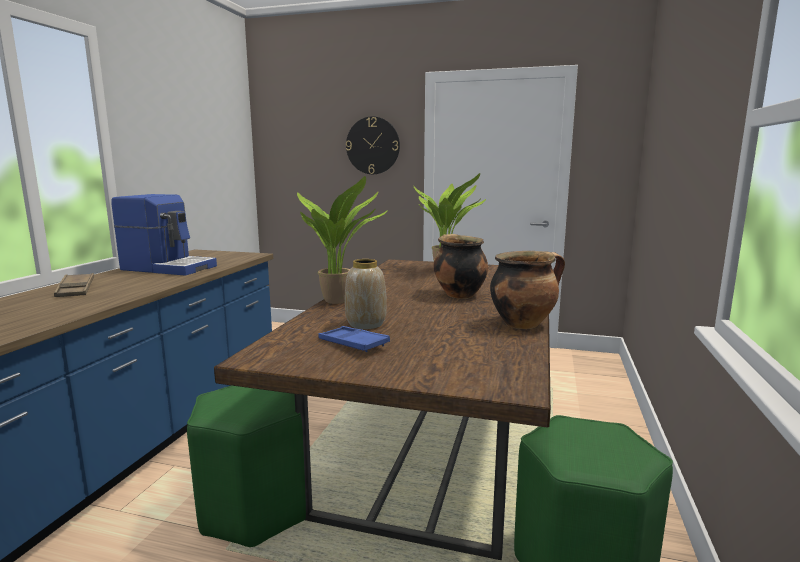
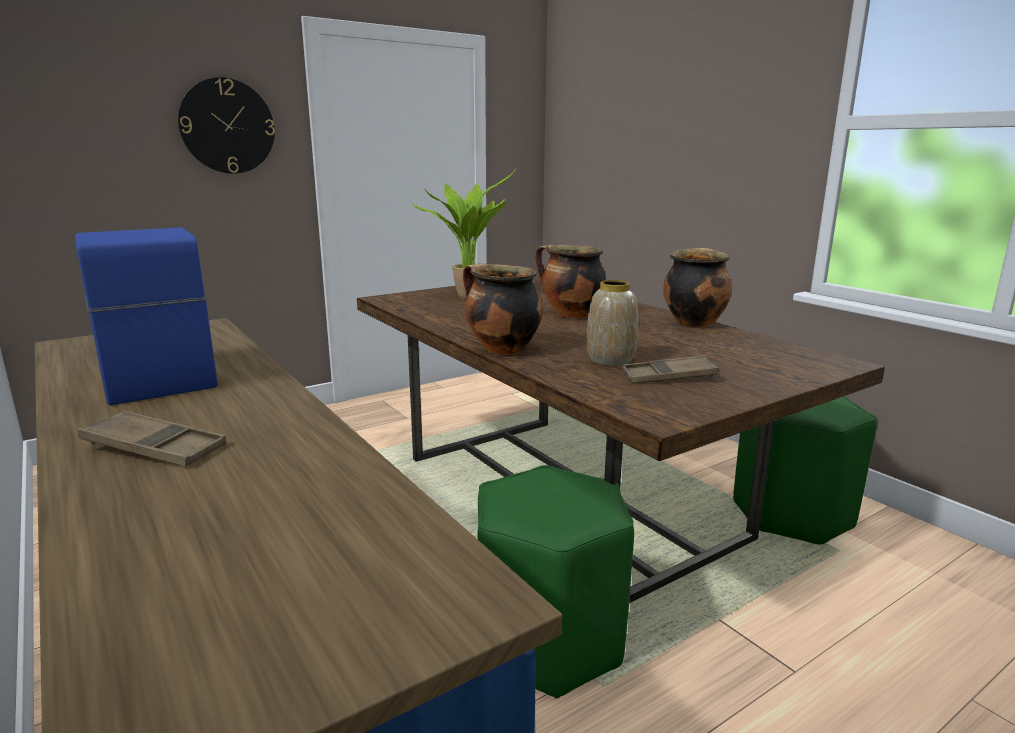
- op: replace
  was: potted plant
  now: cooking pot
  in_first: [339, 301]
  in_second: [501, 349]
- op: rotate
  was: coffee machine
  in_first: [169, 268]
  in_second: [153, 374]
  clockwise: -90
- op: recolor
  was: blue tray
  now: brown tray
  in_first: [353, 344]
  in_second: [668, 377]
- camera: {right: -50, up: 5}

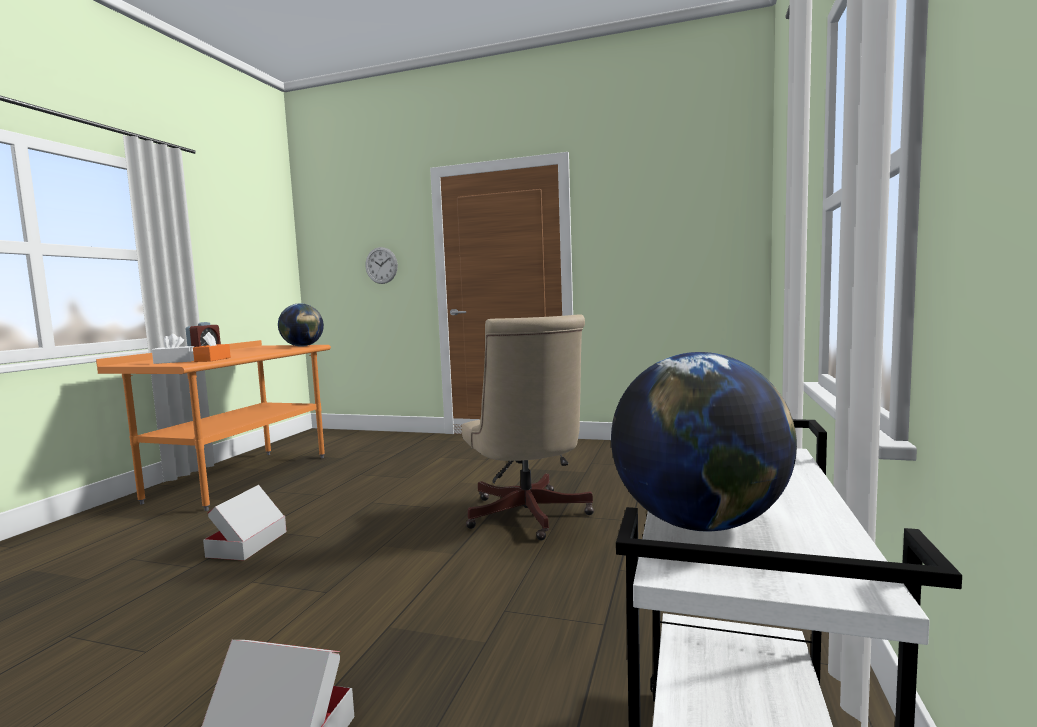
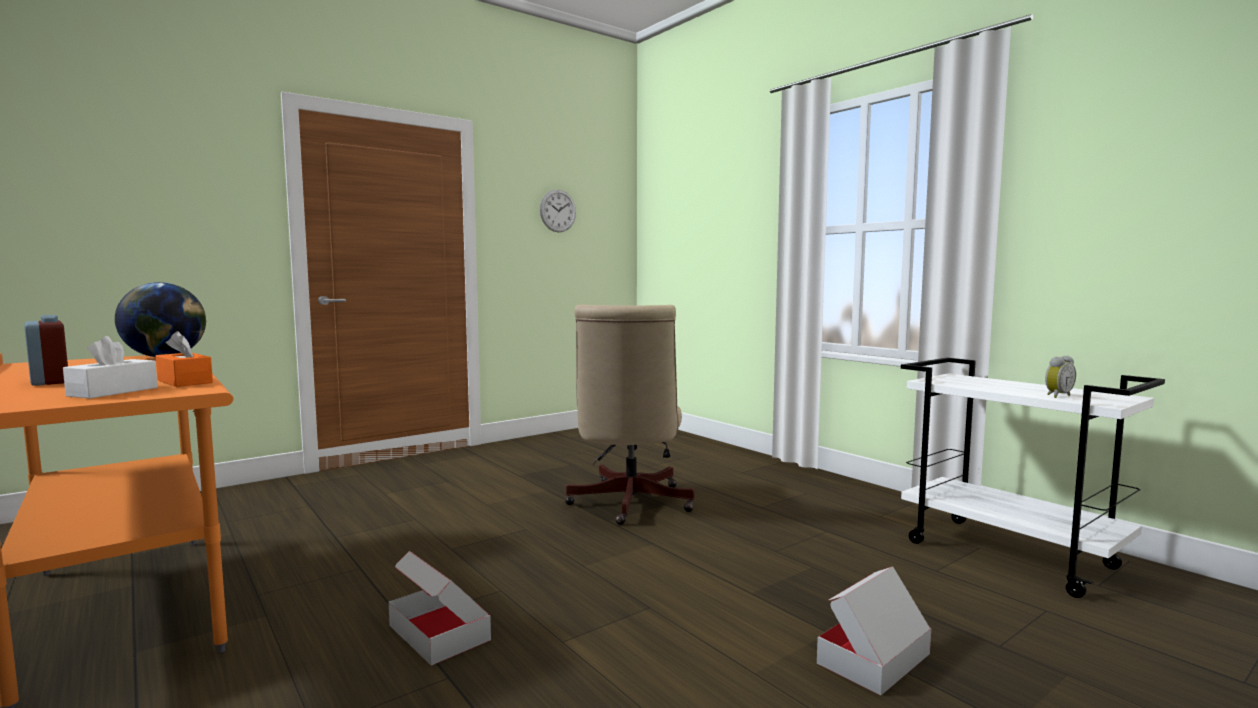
- op: move
  was: wall clock
  in_first: [381, 265]
  in_second: [558, 211]
- op: rotate
  was: beige office chair
  in_first: [528, 518]
  in_second: [628, 505]
  clockwise: 75
- op: replace
  was: globe
  now: alarm clock
  in_first: [699, 524]
  in_second: [1056, 396]
- camera: {right: -55, up: 0}

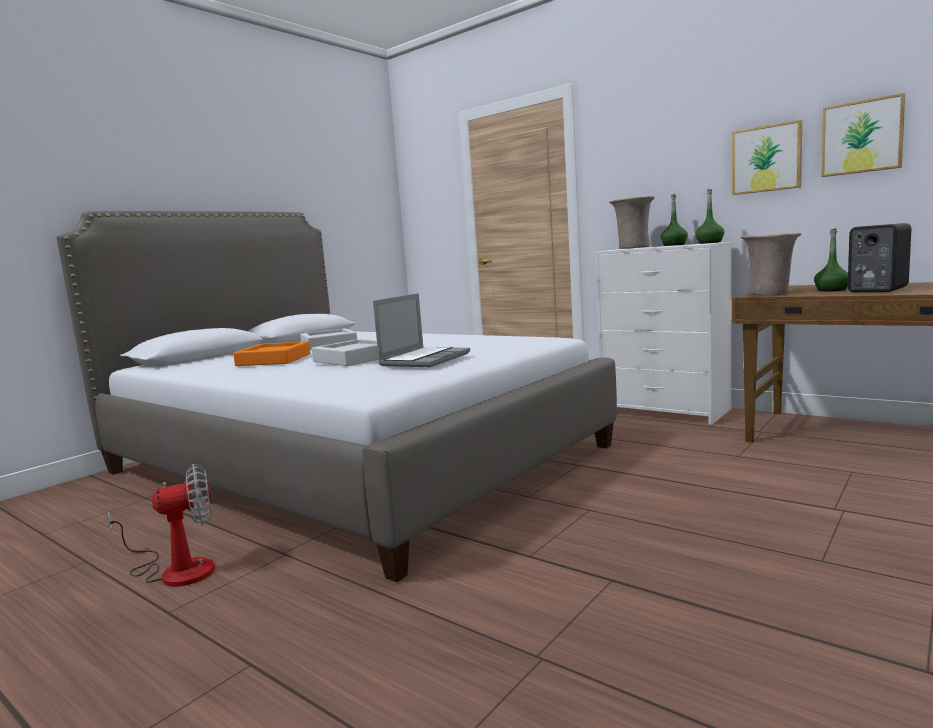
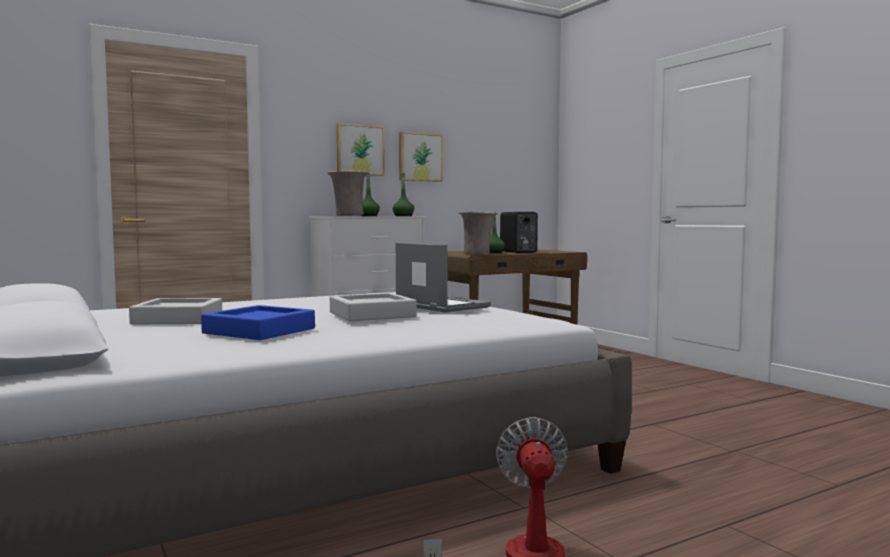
- op: move
  was: picture
  in_first: [862, 137]
  in_second: [359, 150]
- op: recolor
  was: orange tray
  now: blue tray
  in_first: [274, 360]
  in_second: [259, 331]
- camera: {right: -70, up: -5}

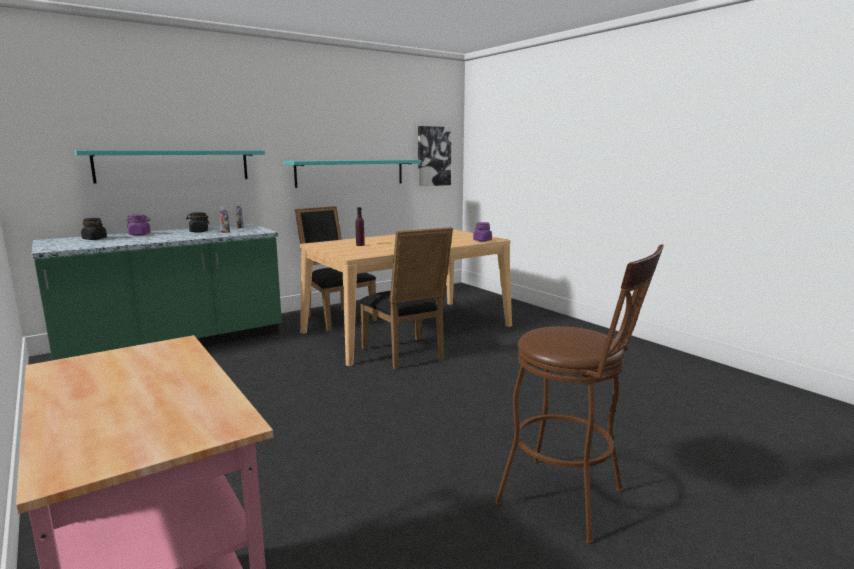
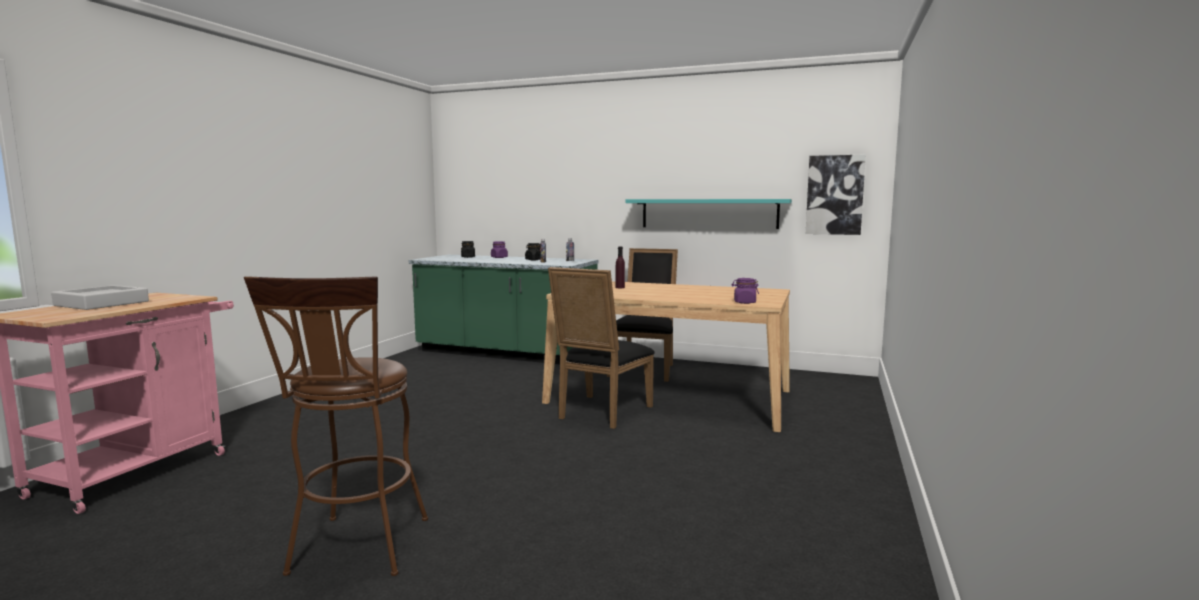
- op: delete
  was: turquoise shelf
  in_first: [174, 165]
- op: insert
  now: grey tray
  in_second: [102, 303]
- camera: {right: 55, up: -5}

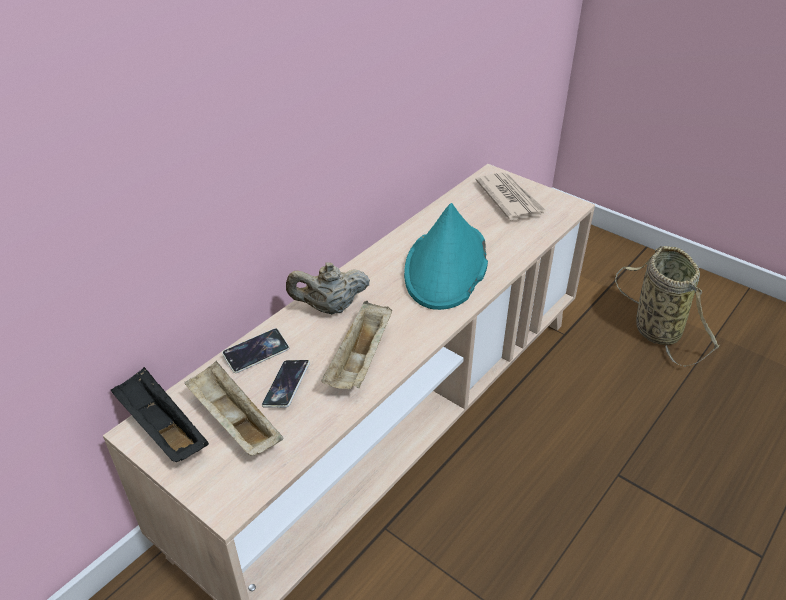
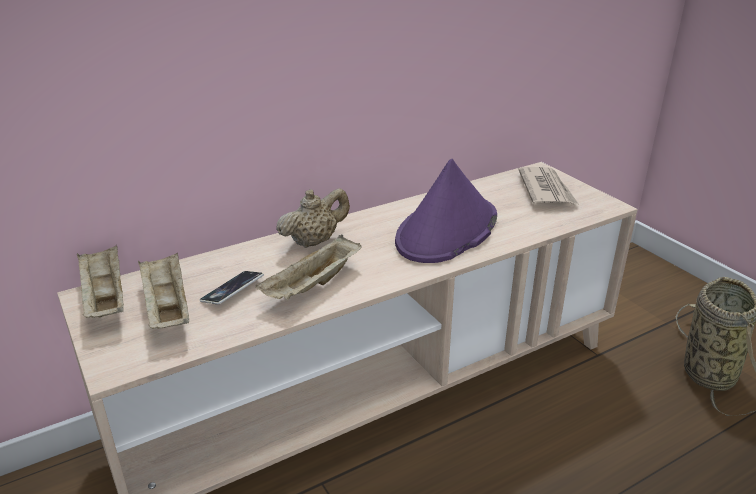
- op: recolor
  was: turquoise hat
  now: purple hat
  in_first: [446, 267]
  in_second: [447, 231]
- op: rotate
  was: beige teapot
  in_first: [330, 308]
  in_second: [314, 241]
  clockwise: 135
- op: delete
  was: phone
  in_first: [256, 353]
- op: recolor
  was: black tray
  now: beige tray
  in_first: [161, 429]
  in_second: [105, 298]
- camera: {right: 20, up: -10}

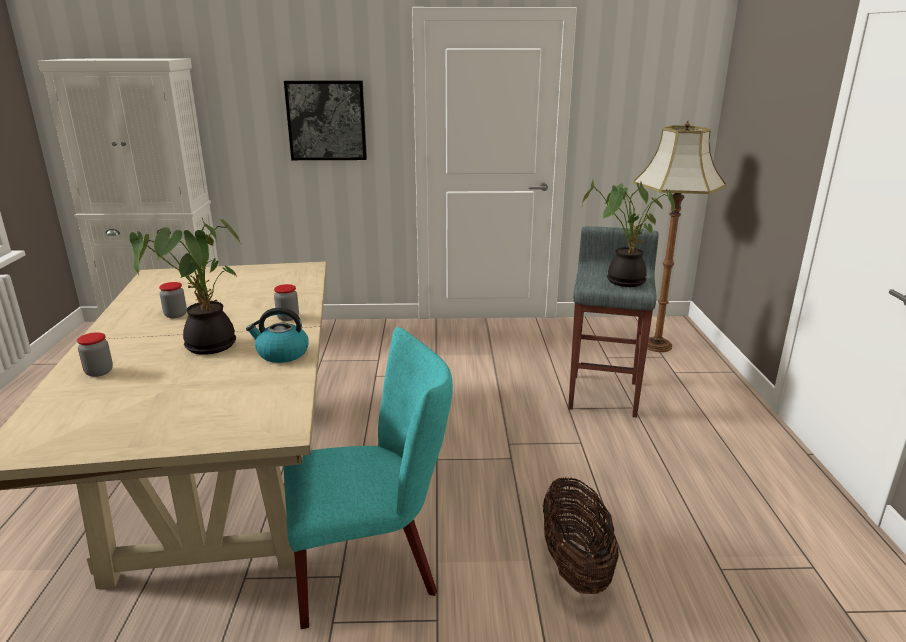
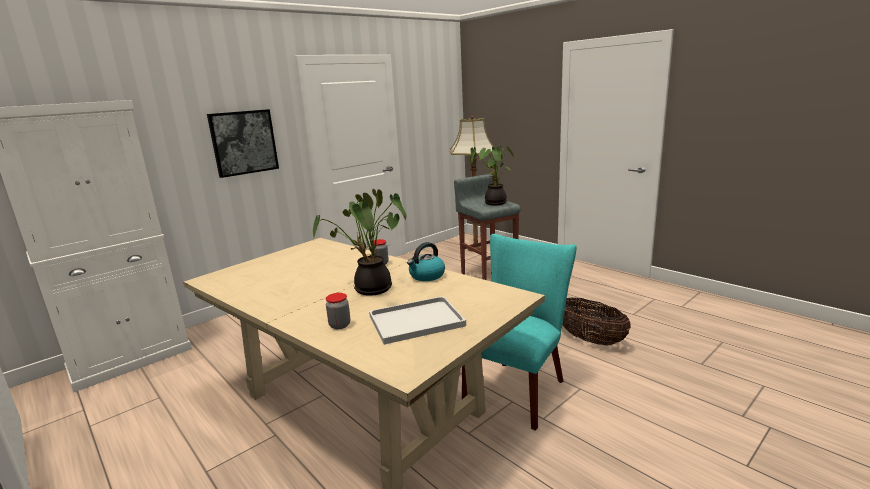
- op: delete
  was: jar
  in_first: [175, 315]
- op: insert
  now: white tray
  in_second: [417, 320]
- camera: {right: -40, up: -5}

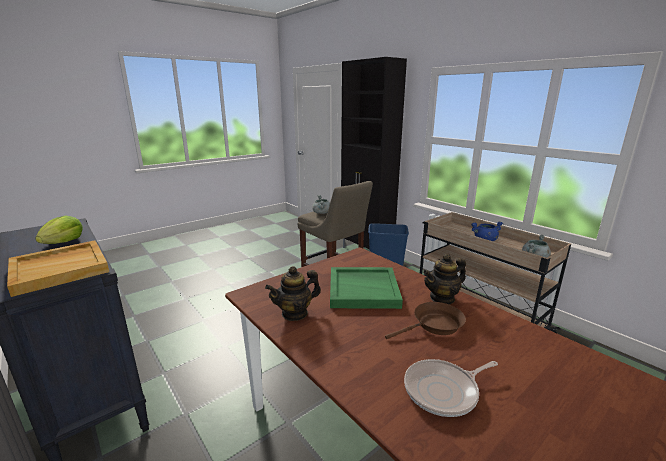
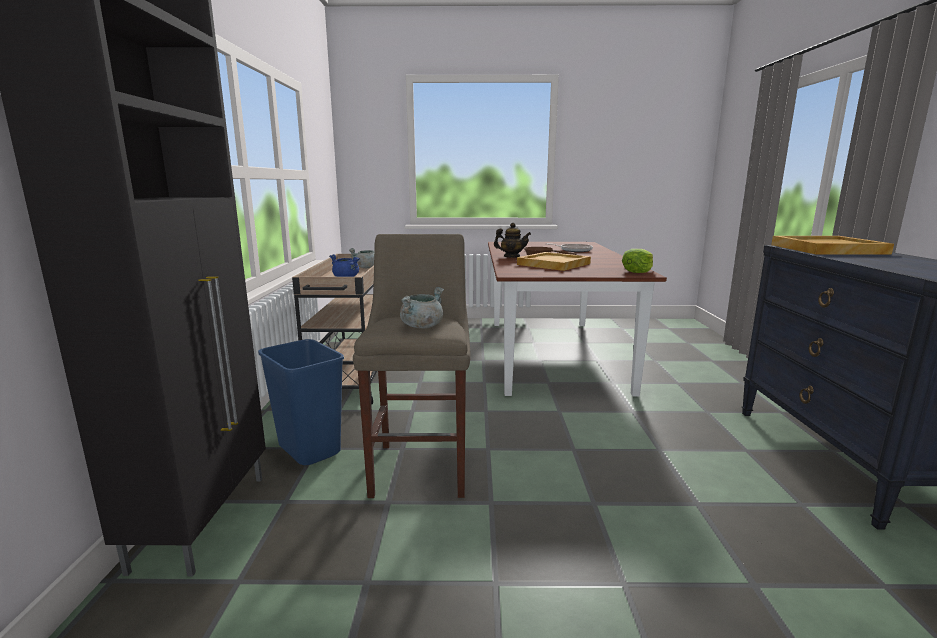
- op: move
  was: lettuce
  in_first: [63, 242]
  in_second: [637, 271]
- op: delete
  was: teapot
  in_first: [295, 313]
- op: recolor
  was: green tray
  now: beige tray
  in_first: [364, 289]
  in_second: [553, 264]
- camera: {right: -140, up: -5}

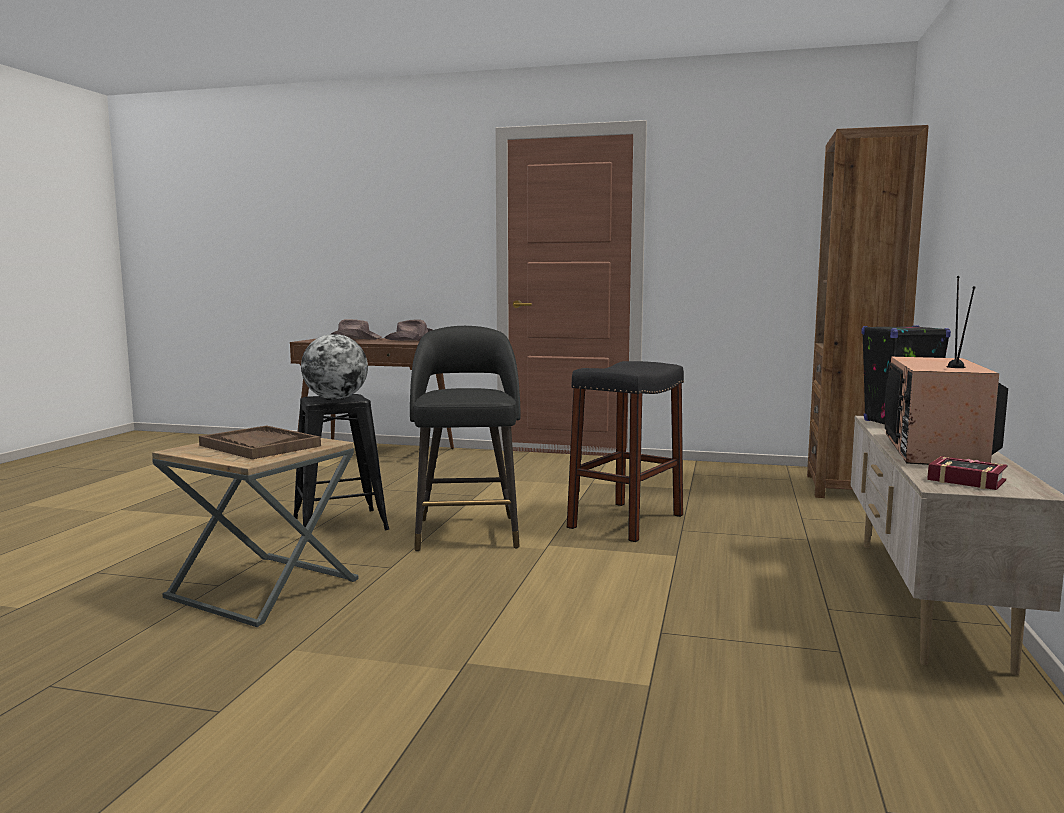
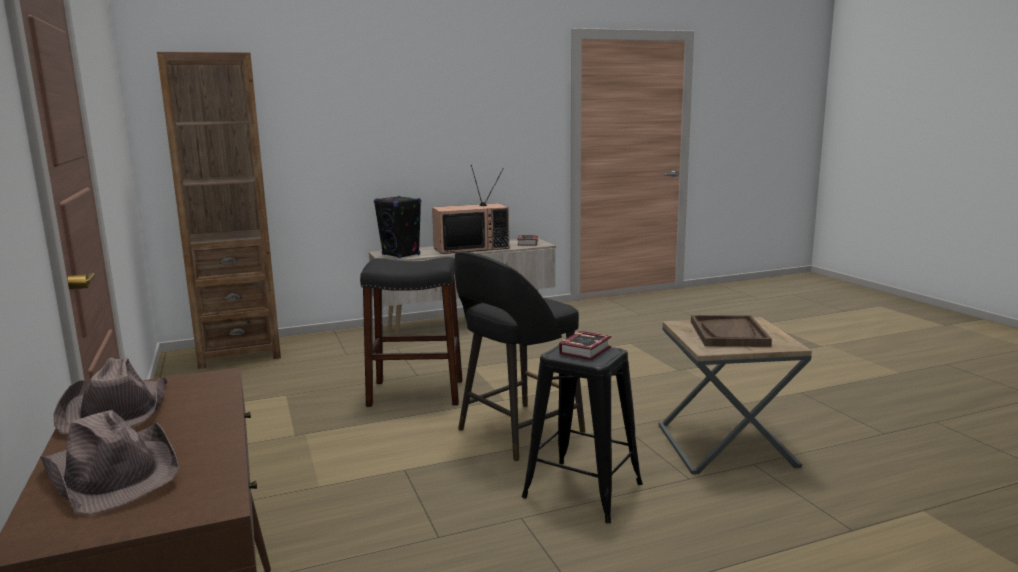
- op: replace
  was: globe
  now: book
  in_first: [336, 399]
  in_second: [587, 350]
- camera: {right: -125, up: 5}

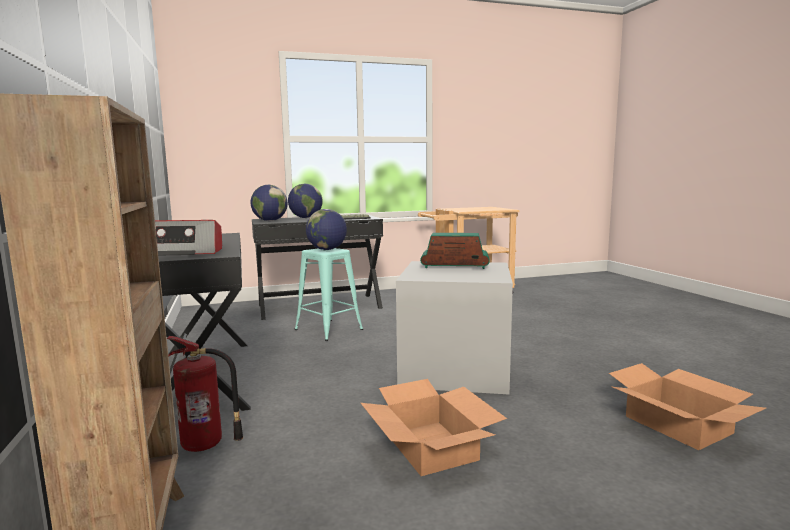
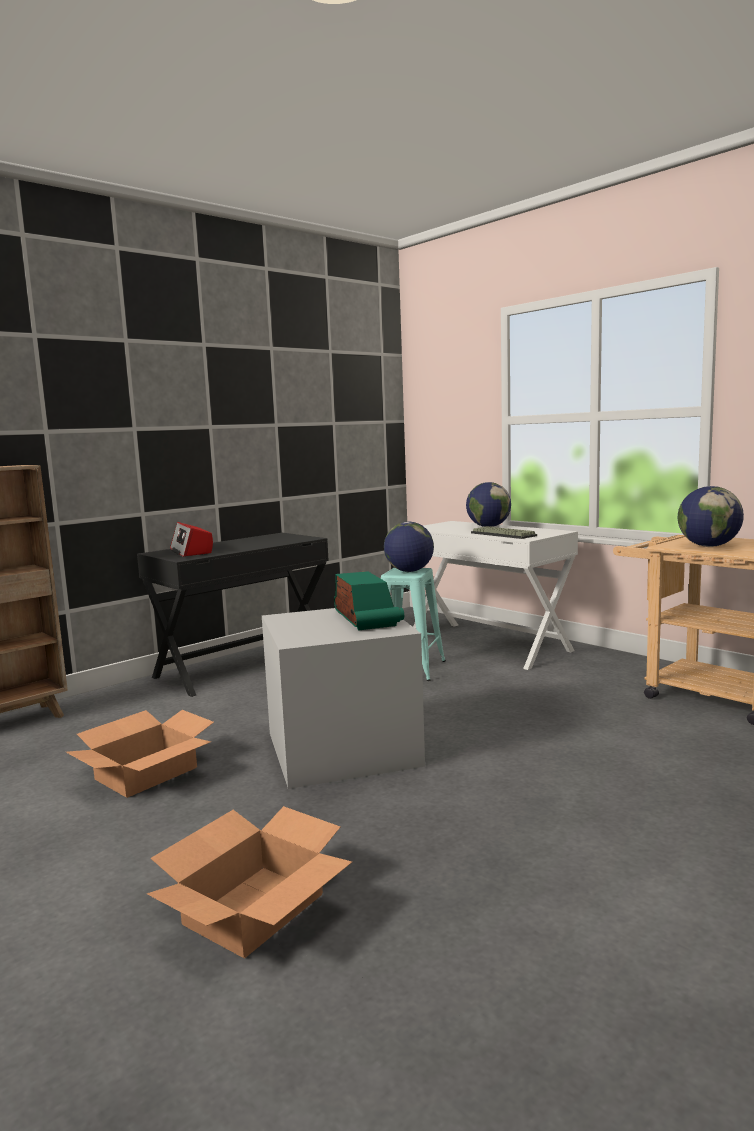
- op: move
  was: globe
  in_first: [270, 221]
  in_second: [708, 546]
- op: recolor
  was: black desk
  now: white desk
  in_first: [319, 306]
  in_second: [488, 644]
- op: delete
  was: fire extinguisher
  in_first: [205, 445]
- camera: {right: 65, up: 0}

